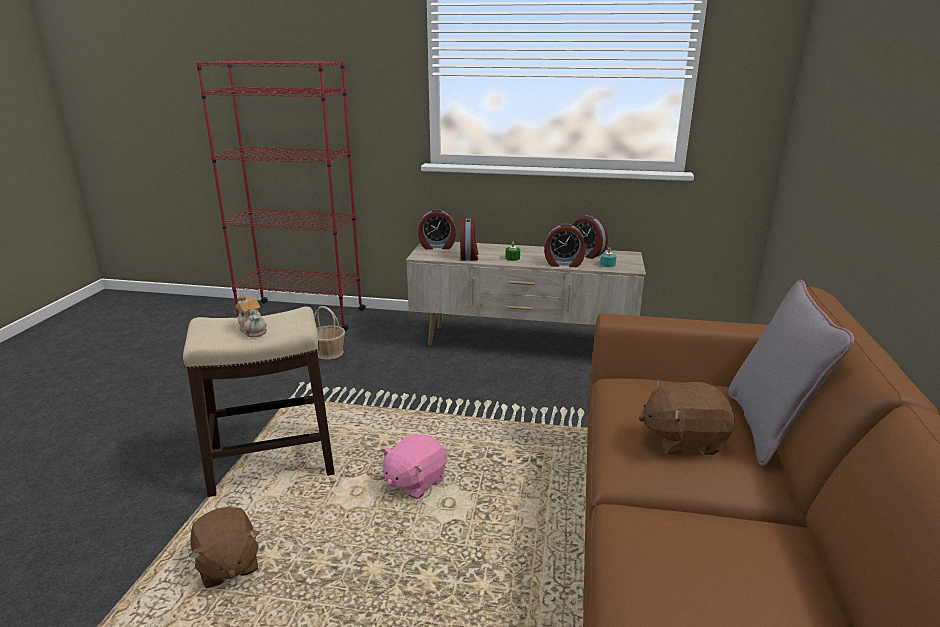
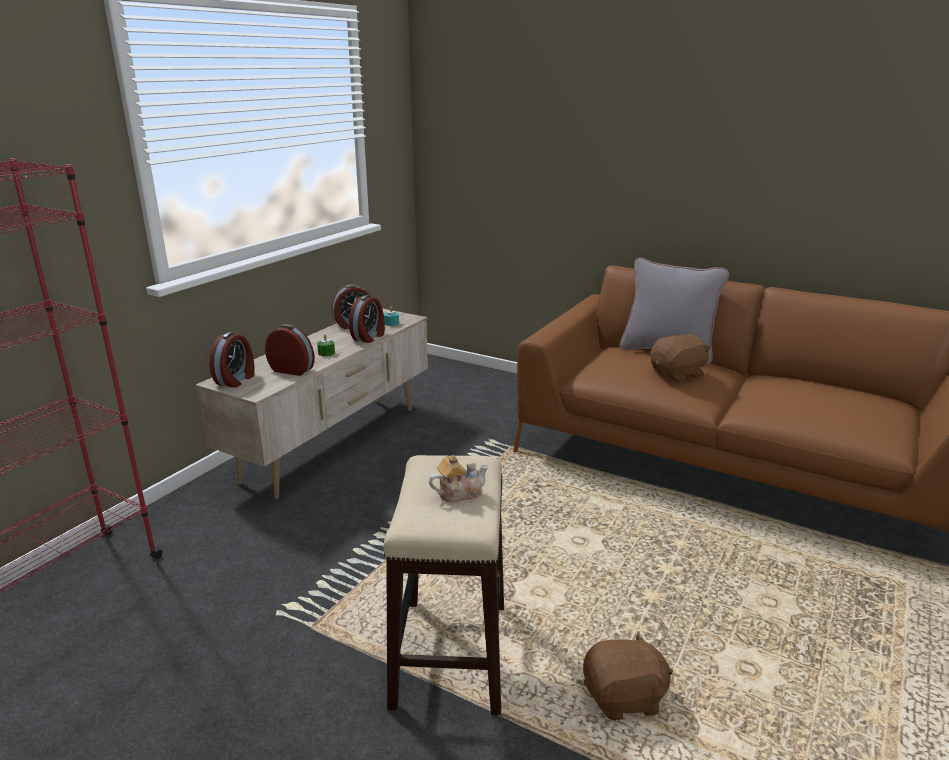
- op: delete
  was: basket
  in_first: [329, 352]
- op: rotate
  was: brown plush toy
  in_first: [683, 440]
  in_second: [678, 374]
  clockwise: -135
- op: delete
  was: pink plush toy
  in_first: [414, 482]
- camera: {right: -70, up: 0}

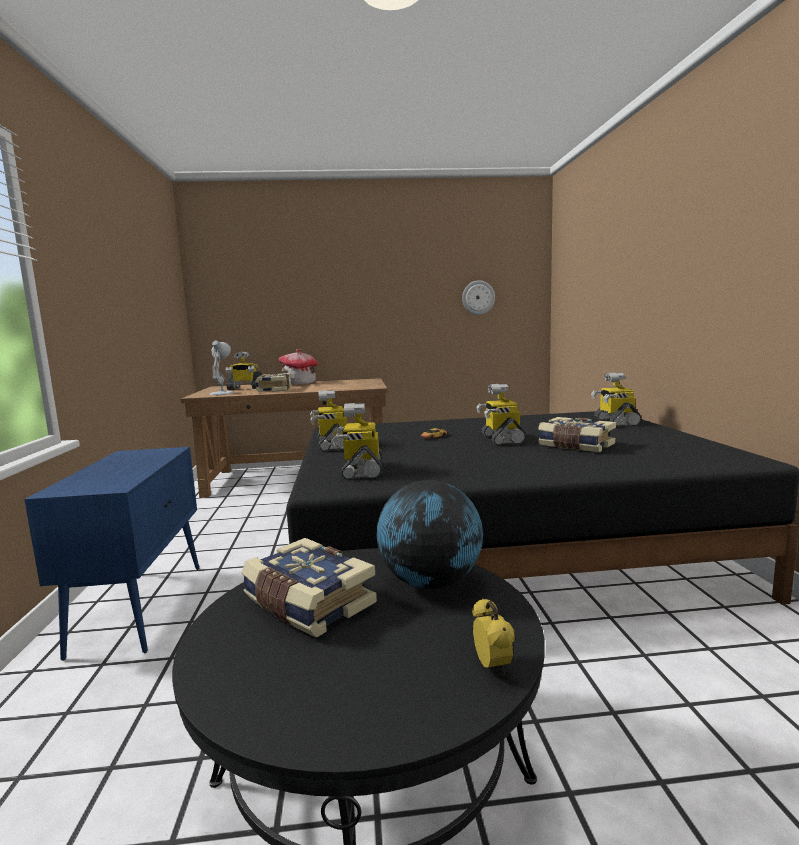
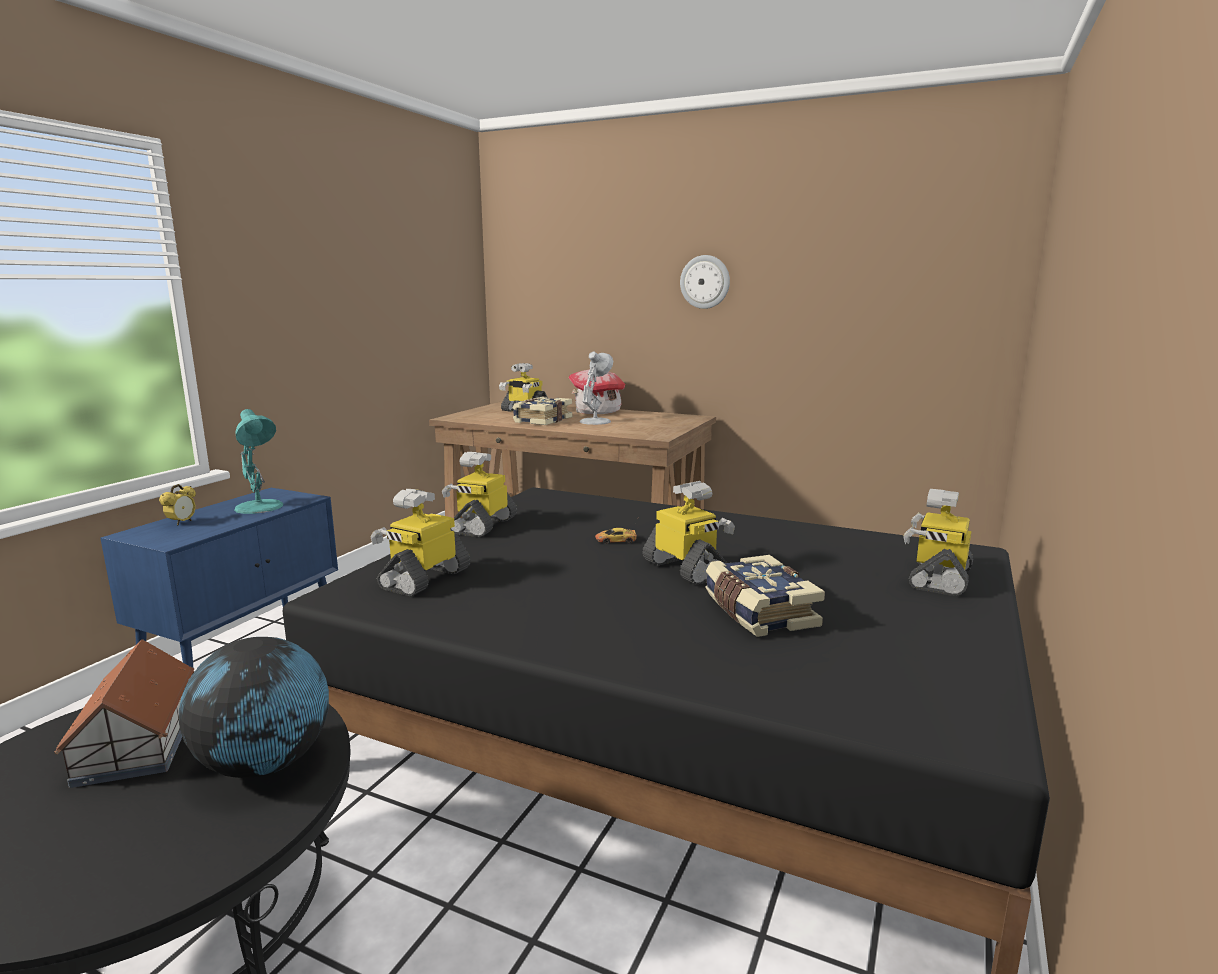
- op: move
  was: wall clock
  in_first: [478, 297]
  in_second: [705, 282]
- op: move
  was: white table lamp
  in_first: [222, 393]
  in_second: [596, 421]
- op: rotate
  was: toy robot
  in_first: [501, 439]
  in_second: [686, 569]
  clockwise: 120
- op: replace
  was: book
  now: toy house
  in_first: [307, 604]
  in_second: [139, 740]
- op: move
  was: alarm clock
  in_first: [492, 667]
  in_second: [182, 523]
- op: insert
  now: turquoise table lamp
  in_second: [260, 507]
- camera: {right: 30, up: 5}

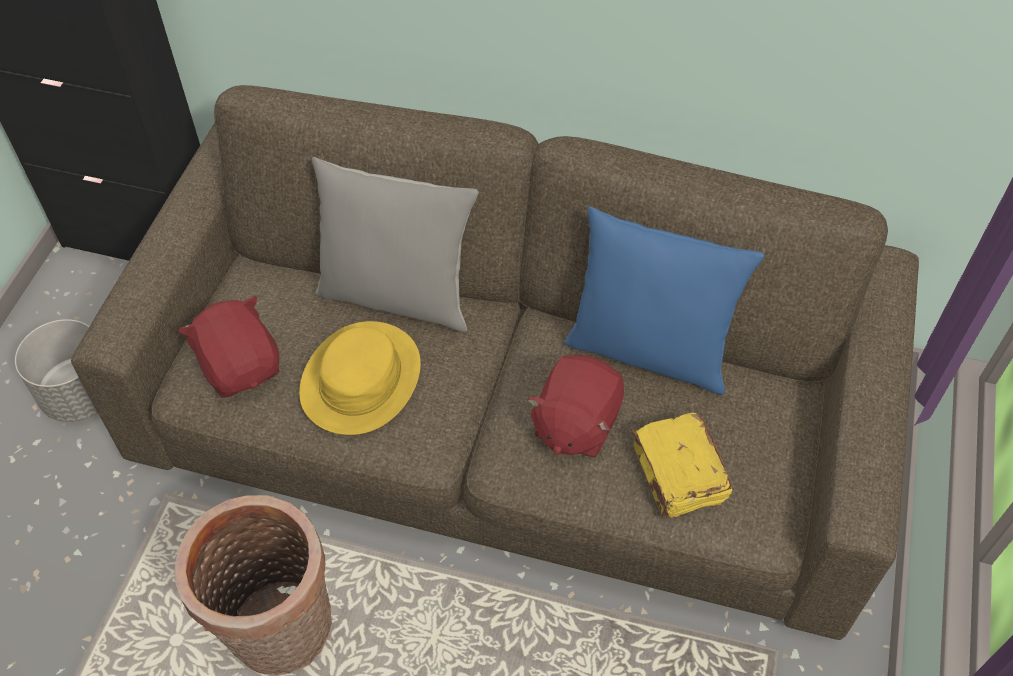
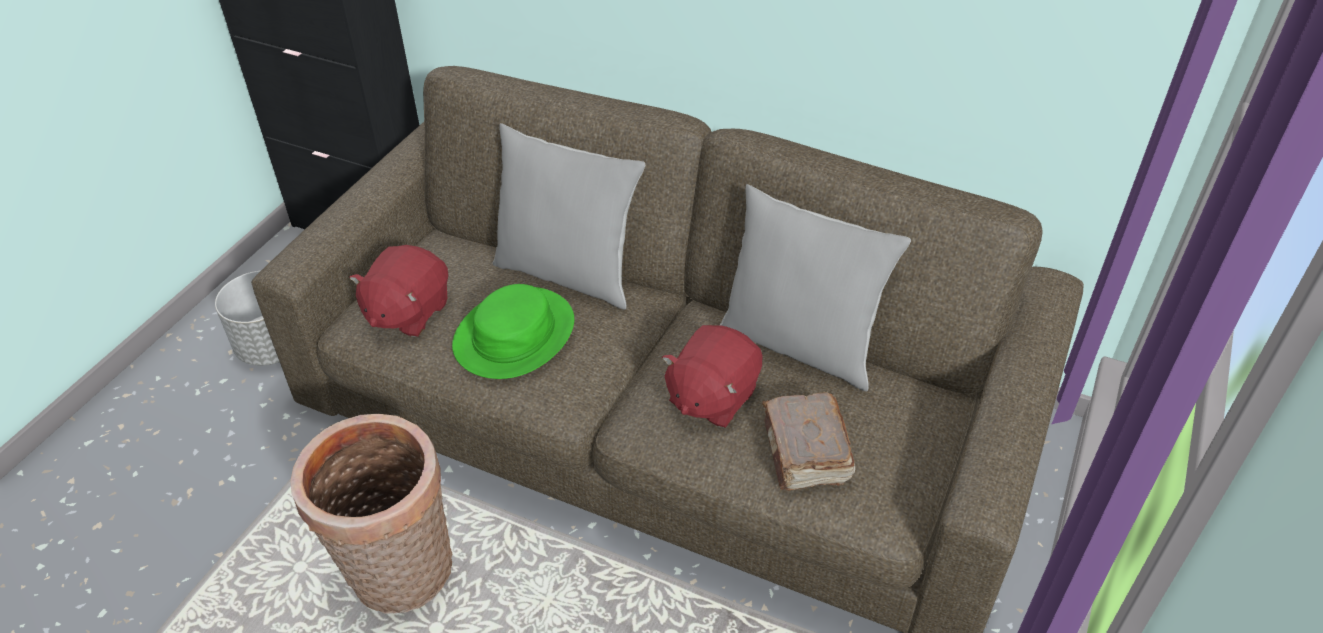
- op: recolor
  was: blue pillow
  now: grey pillow
  in_first: [649, 351]
  in_second: [800, 345]
- op: rotate
  was: red plush toy
  in_first: [241, 366]
  in_second: [407, 312]
  clockwise: -135
- op: recolor
  was: yellow hat
  now: green hat
  in_first: [360, 379]
  in_second: [514, 334]
- op: recolor
  was: yellow book
  now: brown book
  in_first: [678, 475]
  in_second: [805, 454]
- camera: {right: 10, up: -10}

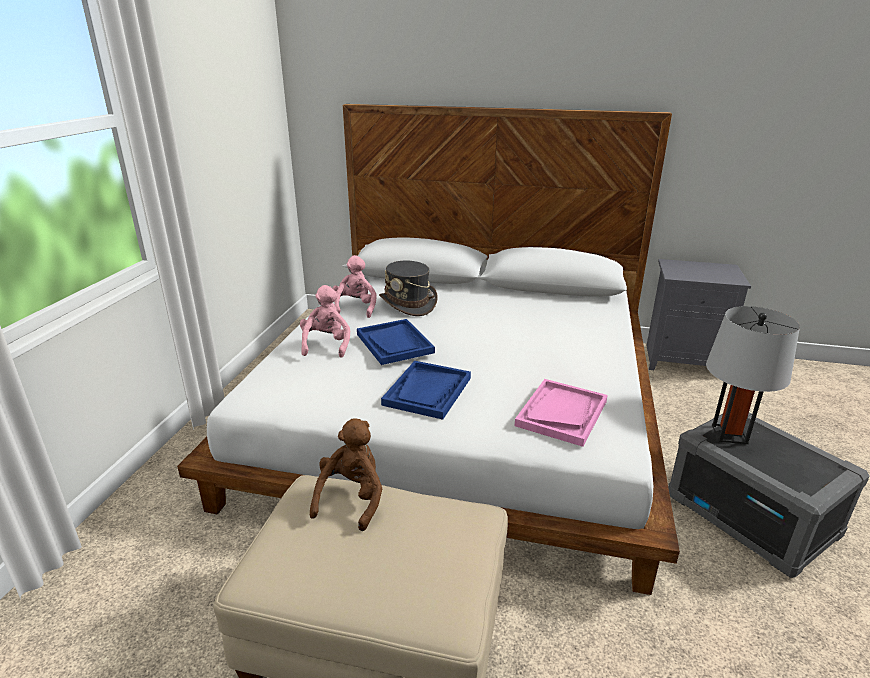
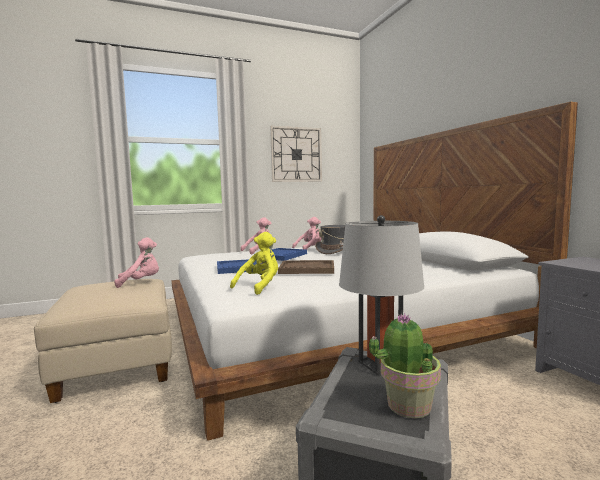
- op: replace
  was: pink tray
  now: yellow plush toy
  in_first: [561, 413]
  in_second: [260, 286]
- op: recolor
  was: brown plush toy
  now: pink plush toy
  in_first: [352, 499]
  in_second: [141, 282]
- op: insert
  now: wall clock
  in_second: [296, 154]
- op: insert
  now: brown tray
  in_second: [307, 269]
- op: insert
  now: potted plant
  in_second: [408, 405]
- camera: {right: 55, up: -20}

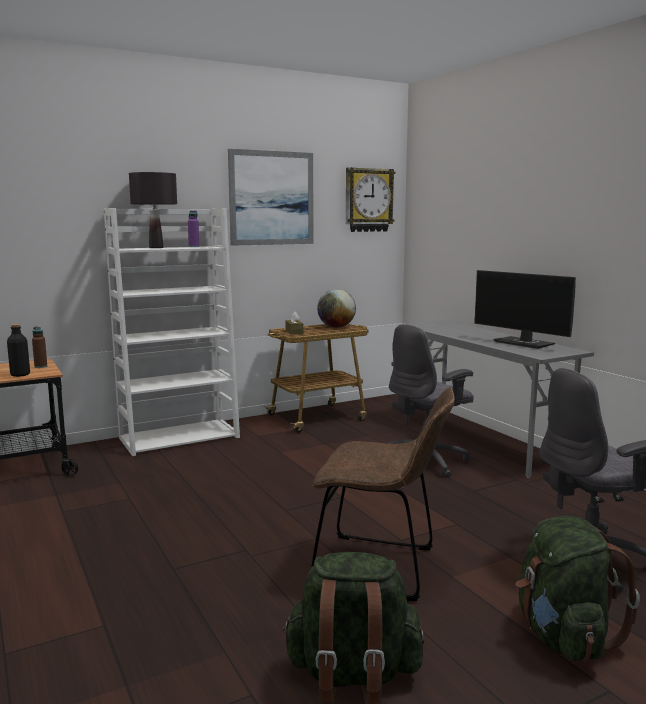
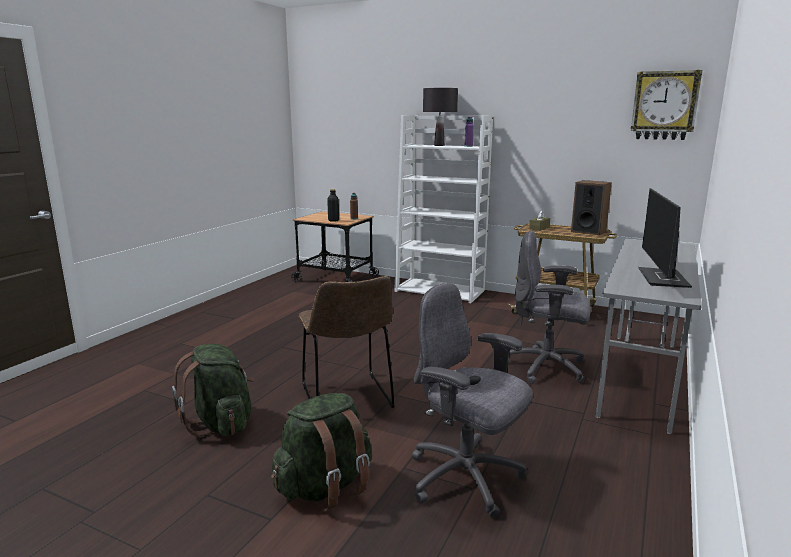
- op: delete
  was: picture
  in_first: [272, 198]
- op: replace
  was: globe
  now: speaker
  in_first: [336, 327]
  in_second: [588, 231]
- camera: {right: 55, up: 5}

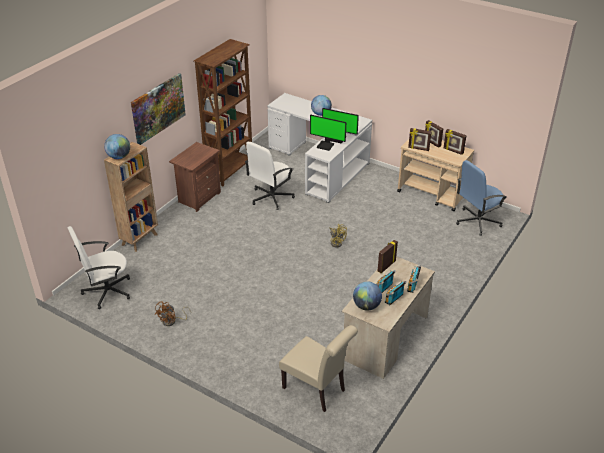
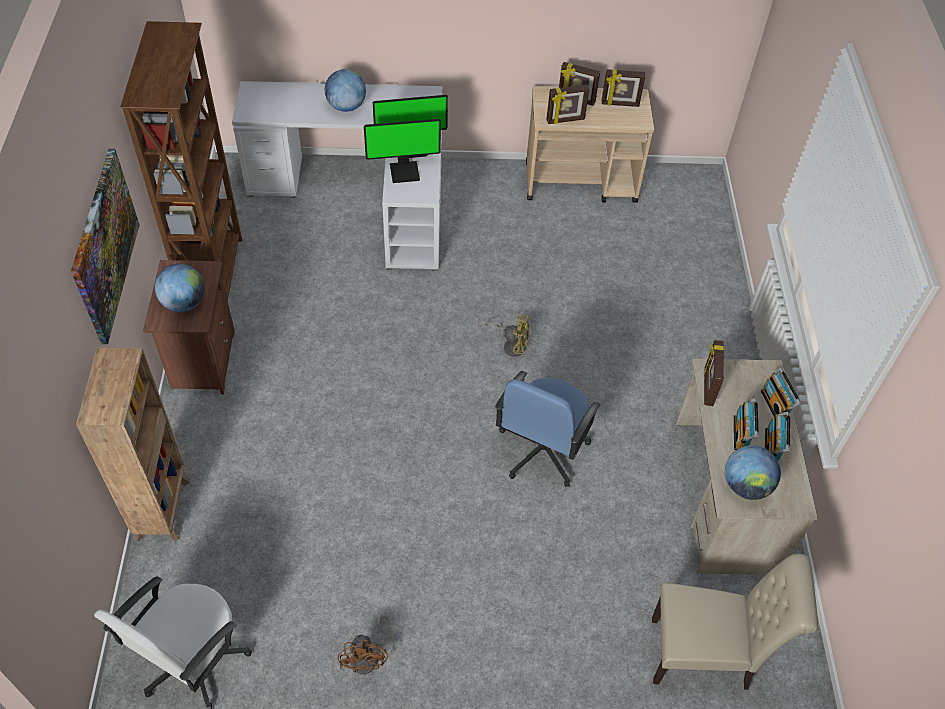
- op: move
  was: globe
  in_first: [119, 157]
  in_second: [184, 303]
- op: delete
  was: white office chair
  in_first: [271, 197]
- op: move
  was: blue office chair
  in_first: [477, 221]
  in_second: [541, 450]
- camera: {right: -35, up: 15}

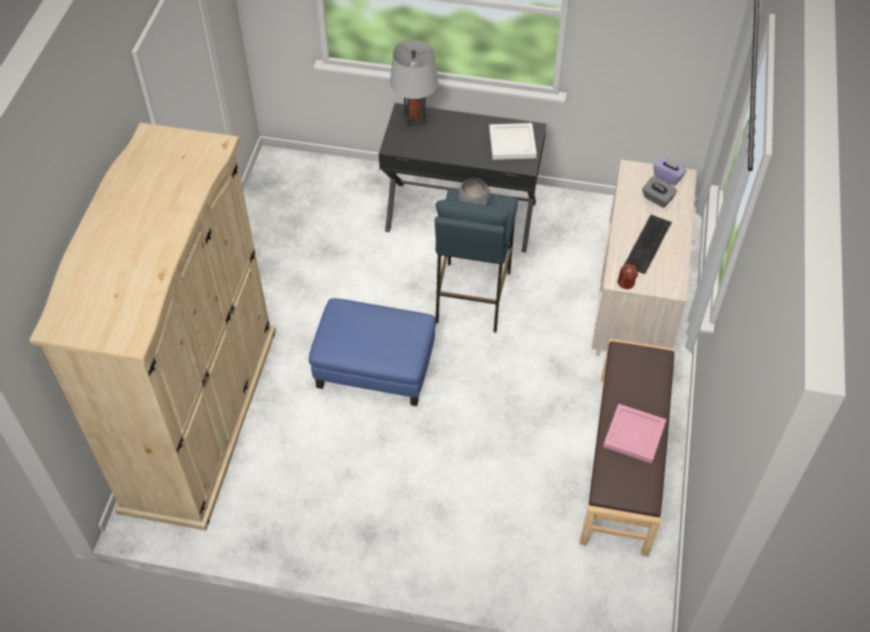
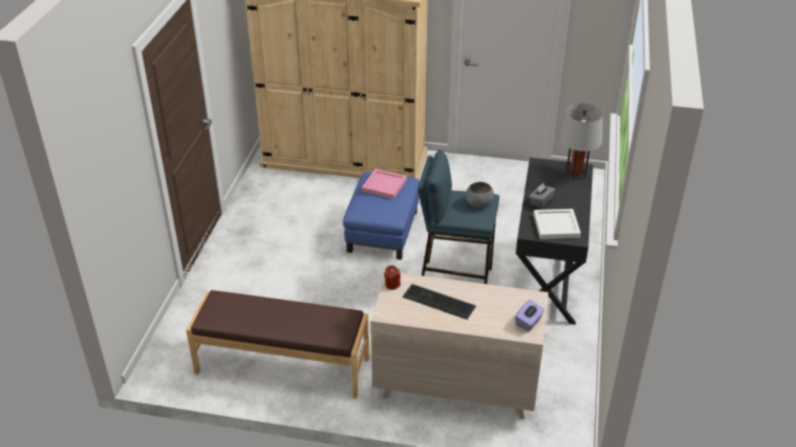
- op: move
  was: grey tissue box
  in_first: [657, 198]
  in_second: [540, 202]
- op: move
  was: pink tray
  in_first: [633, 434]
  in_second: [385, 185]
- camera: {right: 90, up: -15}

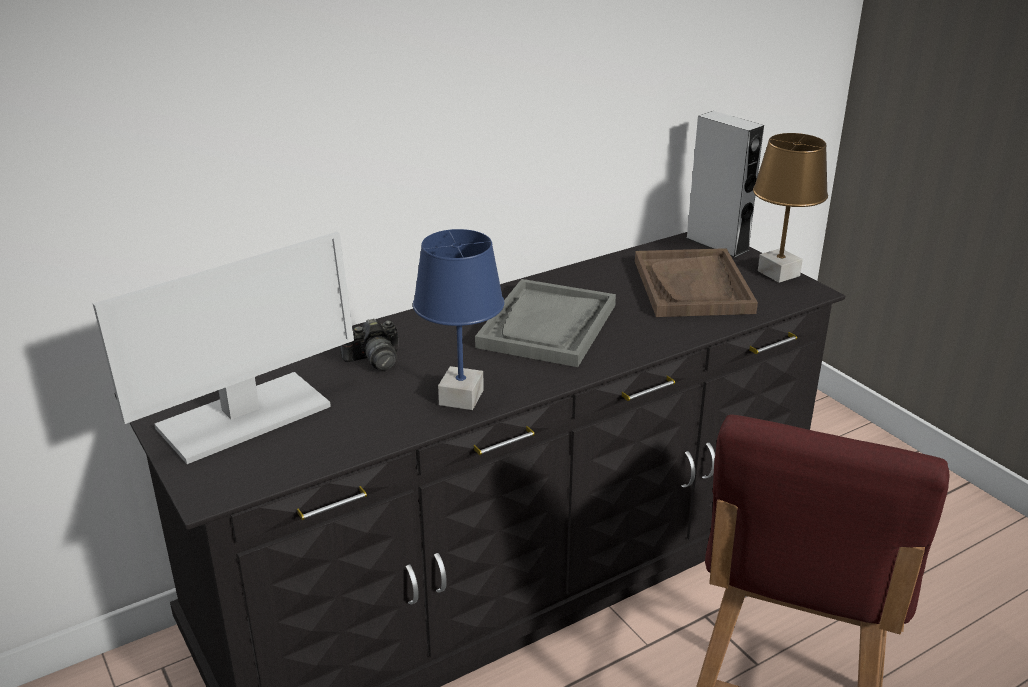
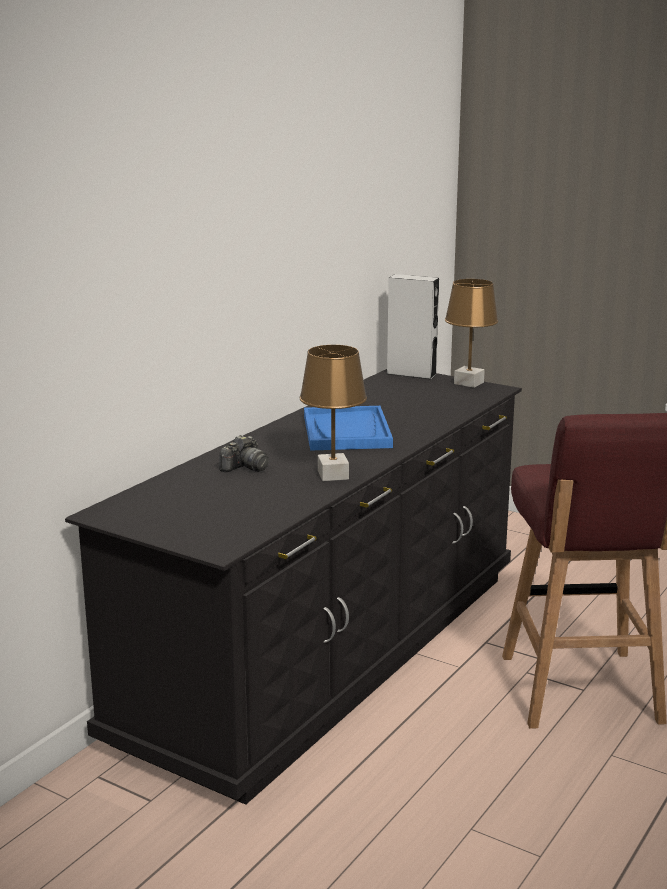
- op: recolor
  was: blue table lamp
  now: brown table lamp
  in_first: [461, 397]
  in_second: [332, 475]
- op: delete
  was: monitor
  in_first: [243, 418]
- op: delete
  was: brown tray
  in_first: [692, 286]
- op: recolor
  was: grey tray
  now: blue tray
  in_first: [548, 326]
  in_second: [347, 432]
- camera: {right: -25, up: -10}

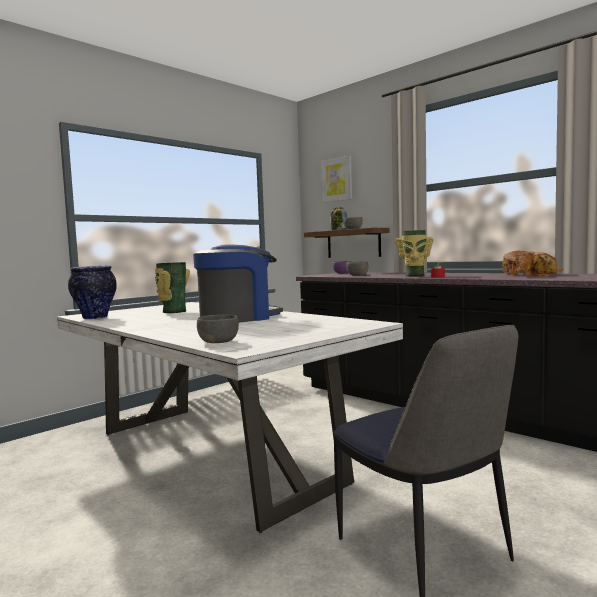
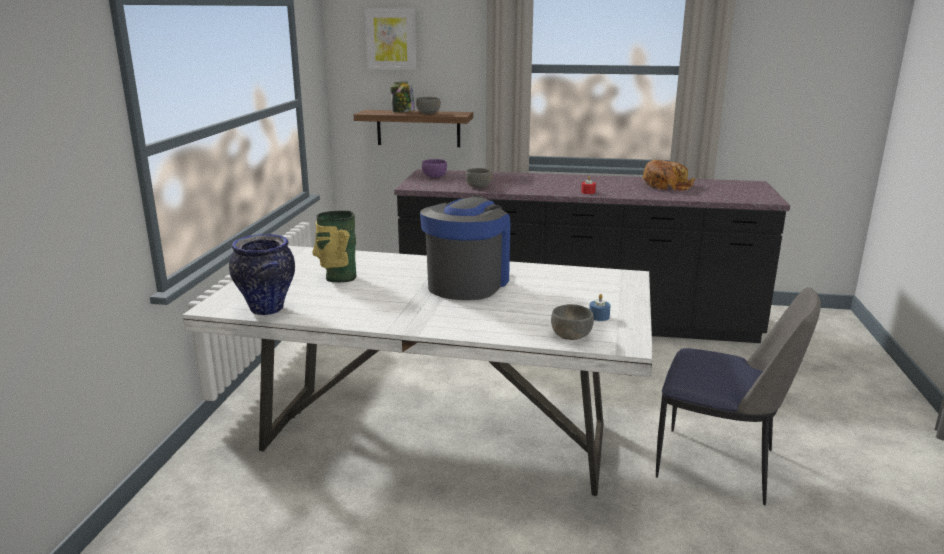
- op: delete
  was: vase
  in_first: [414, 276]
- op: insert
  now: blue candle
  in_second: [599, 316]
- camera: {right: -35, up: 15}

